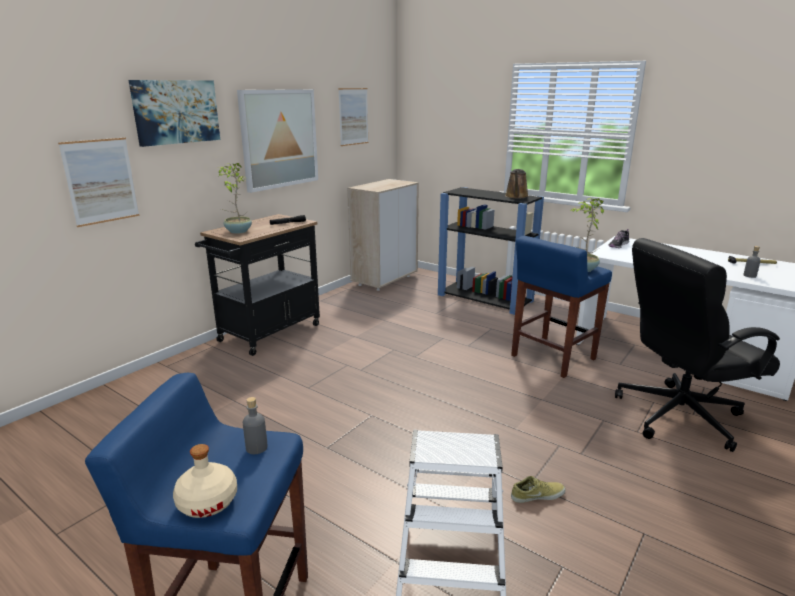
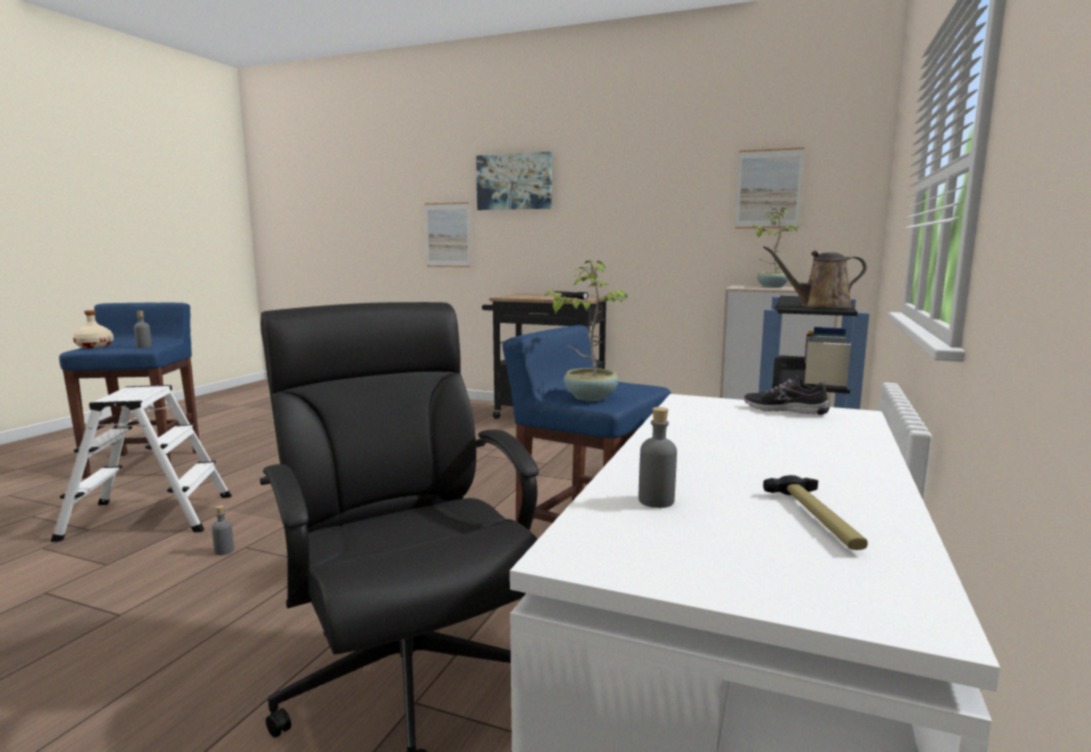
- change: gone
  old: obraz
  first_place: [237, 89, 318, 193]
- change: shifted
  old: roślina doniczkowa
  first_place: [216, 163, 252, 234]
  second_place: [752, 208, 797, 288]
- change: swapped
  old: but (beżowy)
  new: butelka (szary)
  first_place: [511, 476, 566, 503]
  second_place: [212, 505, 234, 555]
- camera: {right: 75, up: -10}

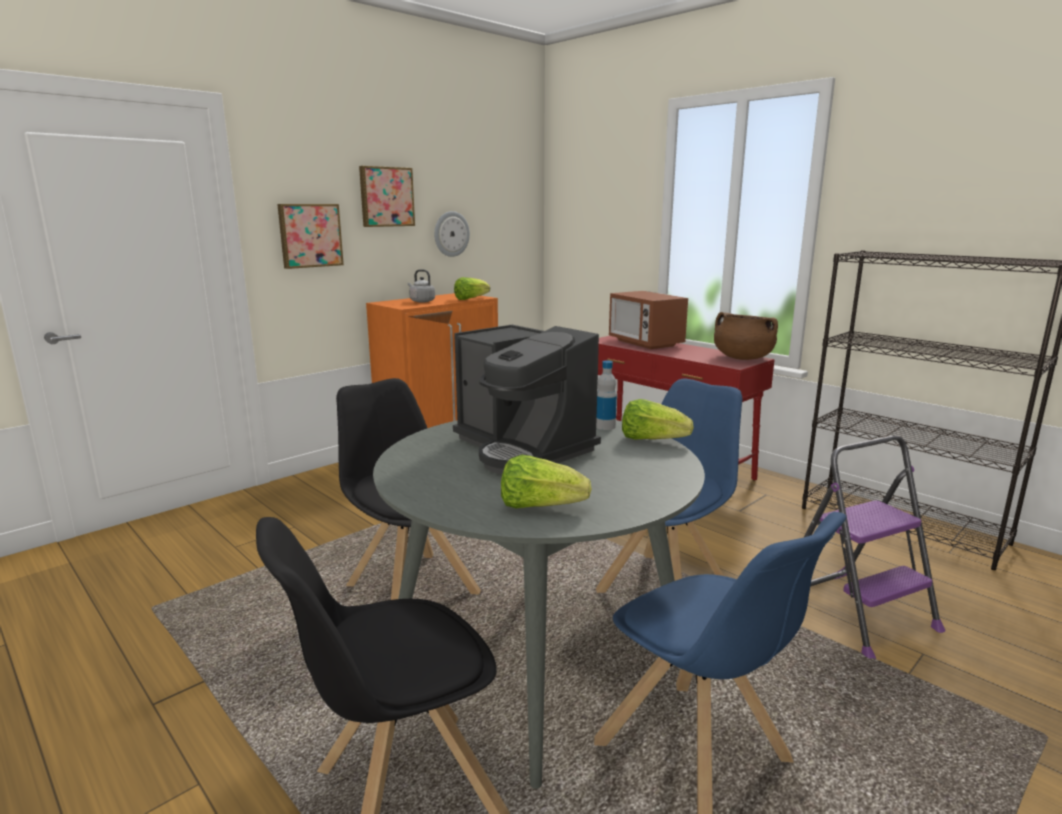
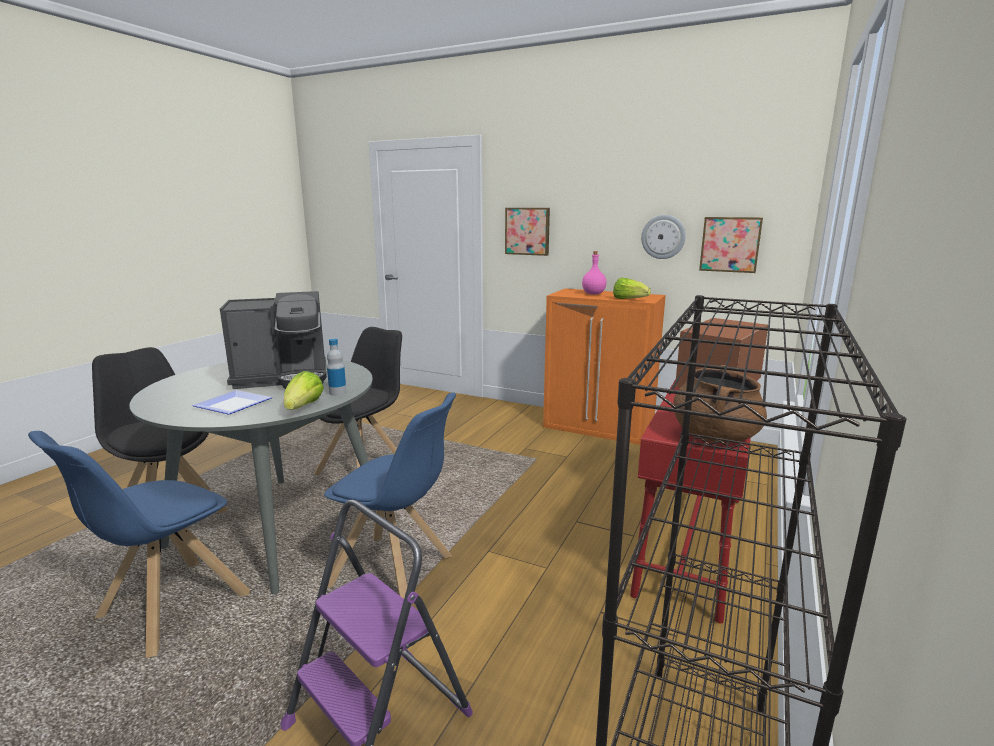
- change: shifted
  old: obraz
  first_place: [359, 166, 415, 227]
  second_place: [699, 217, 763, 273]
- change: swapped
  old: czajnik (szary)
  new: butelka (różowy)
  first_place: [408, 269, 435, 302]
  second_place: [582, 251, 606, 295]
- change: rotated
  old: ekspres do kawy
  first_place: [453, 325, 601, 474]
  second_place: [220, 291, 327, 389]
  degrees: -135
- change: gone
  old: sałata
  first_place: [501, 455, 592, 508]
- change: new
  new: talerz
  second_place: [192, 390, 272, 415]
- camera: {right: 70, up: 0}

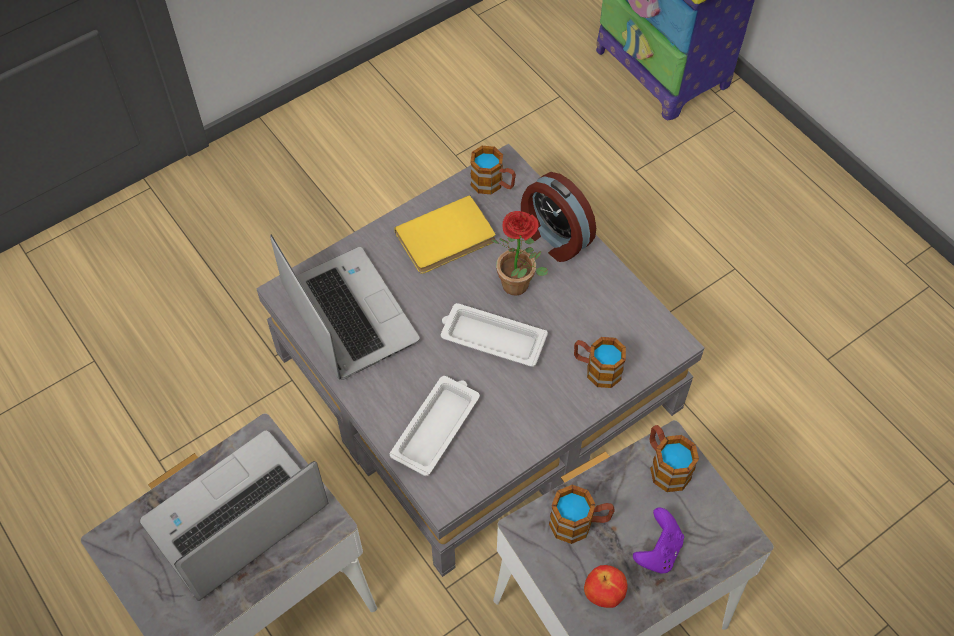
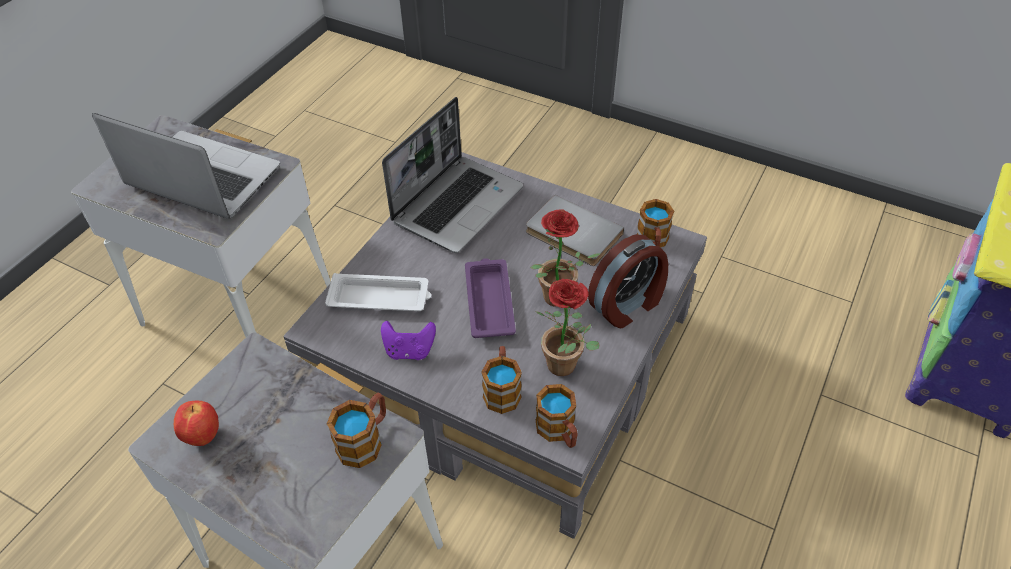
- change: rotated
  old: budzik
  first_place: [521, 172, 596, 262]
  second_place: [588, 235, 668, 329]
  degrees: -150
- change: repainted
  old: książka (żółty)
  new: książka (szary)
  first_place: [394, 195, 495, 274]
  second_place: [526, 195, 624, 266]
- change: repainted
  old: taca (biały)
  new: taca (fioletowy)
  first_place: [441, 303, 548, 367]
  second_place: [465, 258, 516, 338]
- change: shifted
  old: kubek
  first_place: [549, 485, 615, 544]
  second_place: [536, 384, 578, 448]
- change: shifted
  old: pad do gier (fioletowy)
  first_place: [633, 507, 684, 573]
  second_place: [381, 321, 436, 360]
- change: new
  new: roślina doniczkowa
  second_place: [536, 279, 599, 376]
- camera: {right: 65, up: -10}

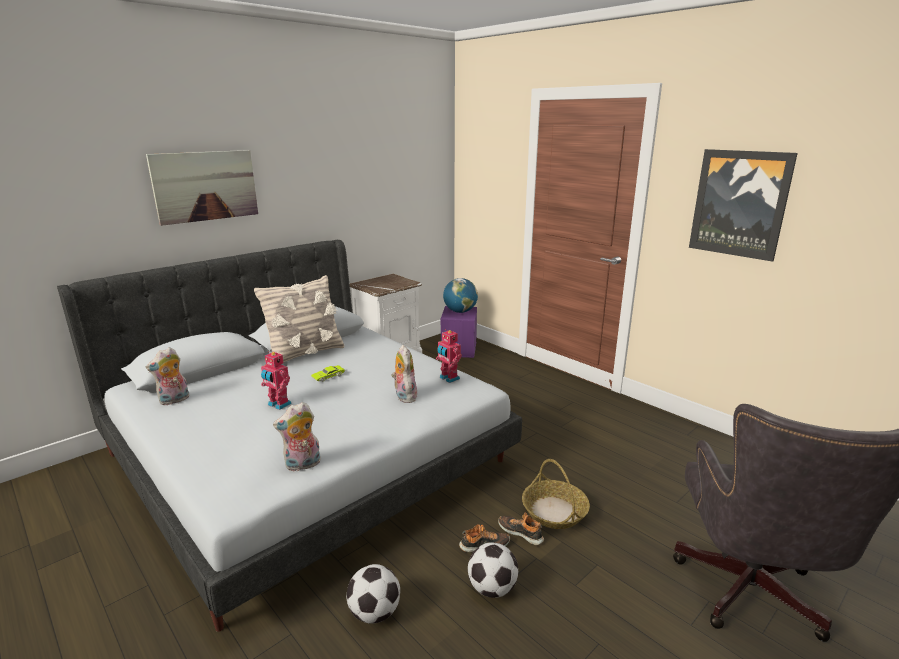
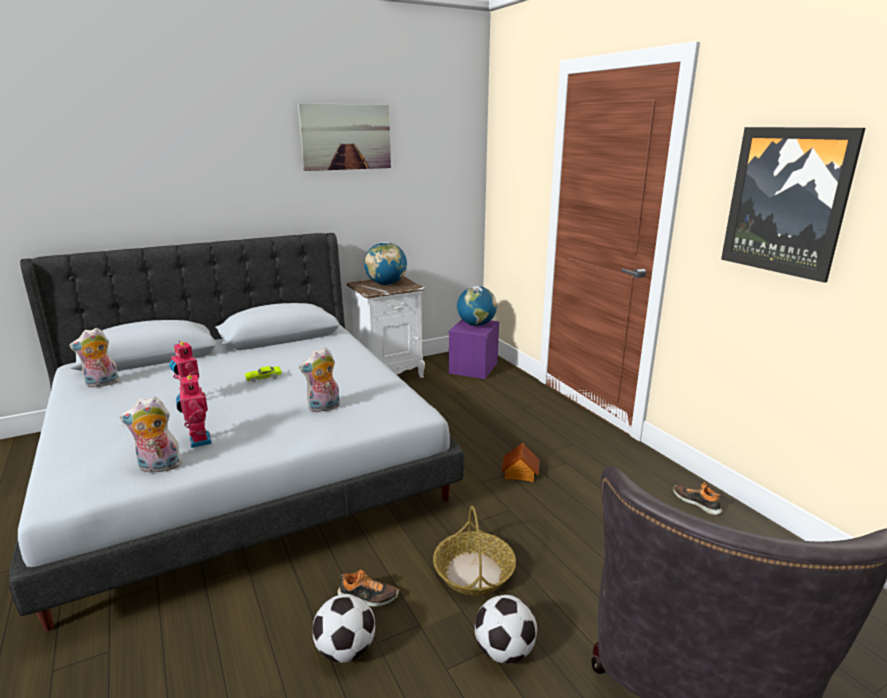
- change: shifted
  old: obraz
  first_place: [146, 150, 258, 226]
  second_place: [298, 103, 391, 171]
- change: gone
  old: poduszka (beżowy)
  first_place: [254, 275, 344, 362]
- change: shifted
  old: robot zabawkowy
  first_place: [436, 329, 462, 383]
  second_place: [176, 373, 212, 448]
- change: rotated
  old: pluszak
  first_place: [391, 345, 417, 403]
  second_place: [299, 347, 340, 413]
  degrees: -120
- change: shifted
  old: but
  first_place: [498, 512, 544, 545]
  second_place: [673, 482, 722, 515]
- change: shifted
  old: piłka futbolowa
  first_place: [347, 564, 400, 624]
  second_place: [475, 595, 537, 663]
- change: new
  new: globus
  second_place: [364, 242, 407, 285]
- change: new
  new: domek
  second_place: [501, 442, 540, 482]
- camera: {right: 15, up: 0}

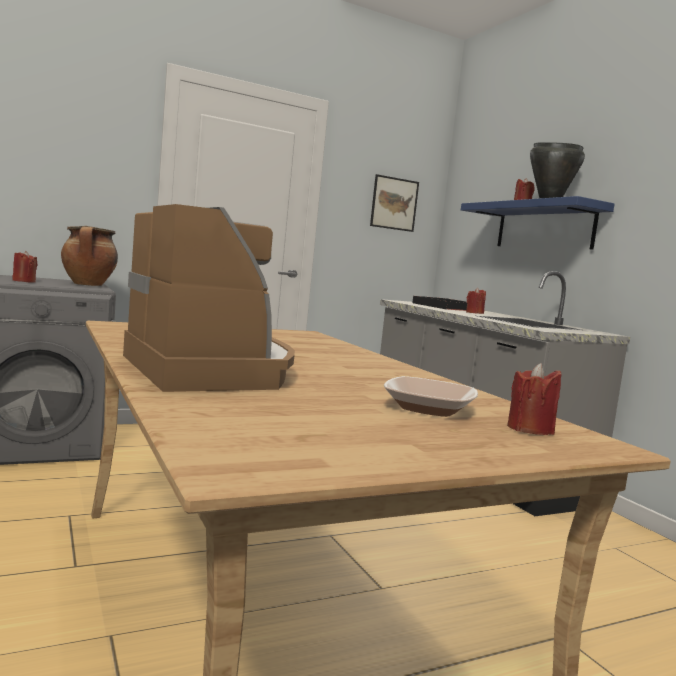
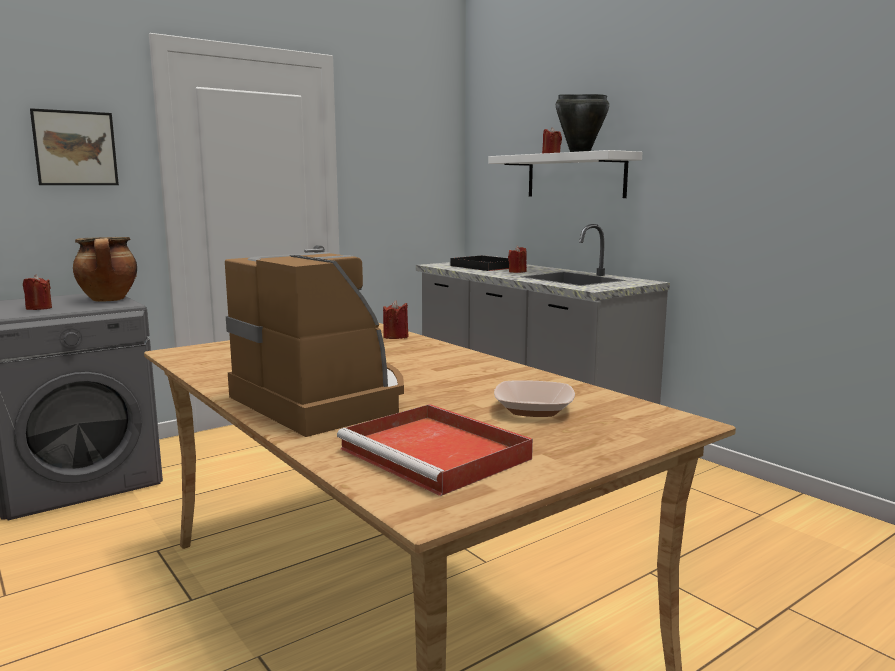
- change: shifted
  old: obraz
  first_place: [370, 174, 419, 232]
  second_place: [30, 108, 119, 185]
- change: repainted
  old: półka (niebieski)
  new: półka (biały)
  first_place: [461, 196, 614, 250]
  second_place: [488, 150, 643, 198]
- change: shifted
  old: świeca (czerwony)
  first_place: [507, 363, 562, 435]
  second_place: [383, 300, 408, 339]
- change: new
  new: taca (czerwony)
  second_place: [337, 404, 533, 496]
- camera: {right: -10, up: 5}

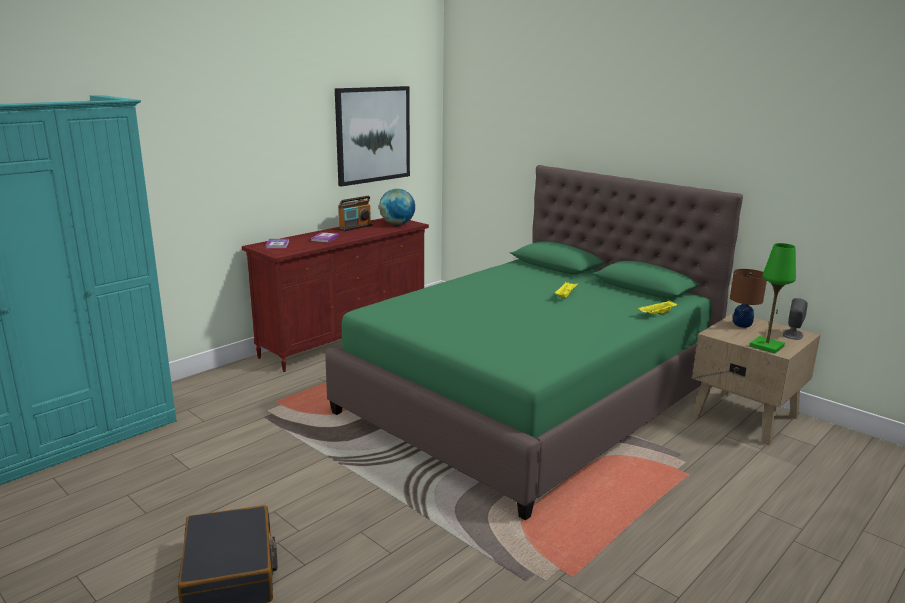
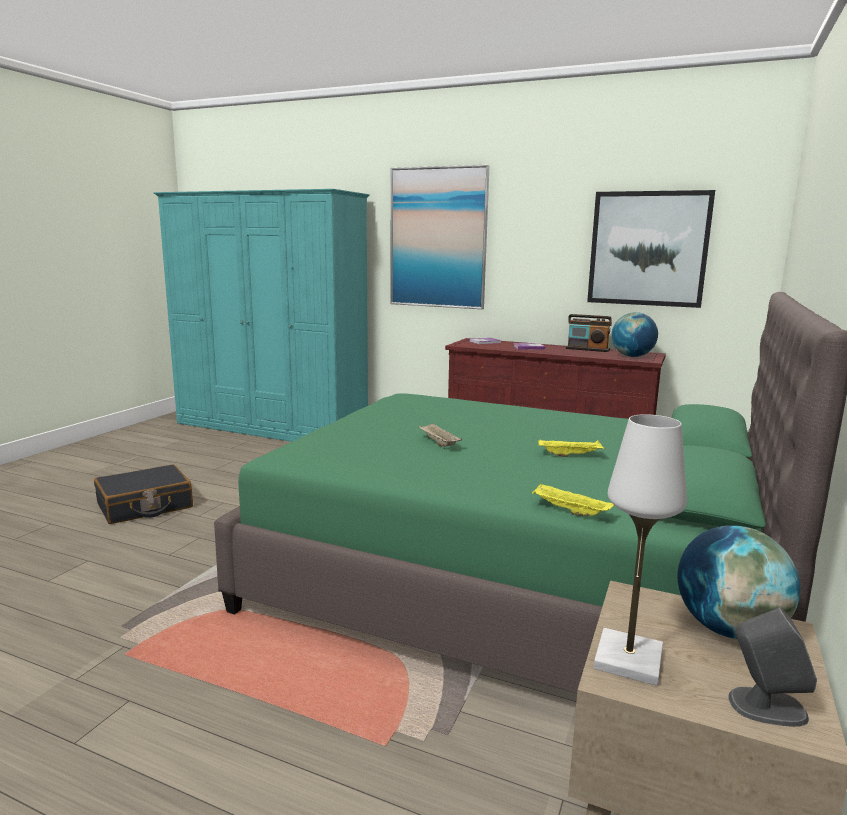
- change: repainted
  old: lampa stołowa (zielony)
  new: lampa stołowa (biały)
  first_place: [749, 243, 796, 354]
  second_place: [594, 414, 687, 686]
- change: swapped
  old: lampa stołowa (brązowy)
  new: globus
  first_place: [730, 269, 767, 328]
  second_place: [677, 525, 800, 639]
- change: new
  new: obraz
  second_place: [390, 165, 490, 309]
- change: new
  new: taca (beżowy)
  second_place: [418, 423, 462, 447]
- camera: {right: 70, up: -5}

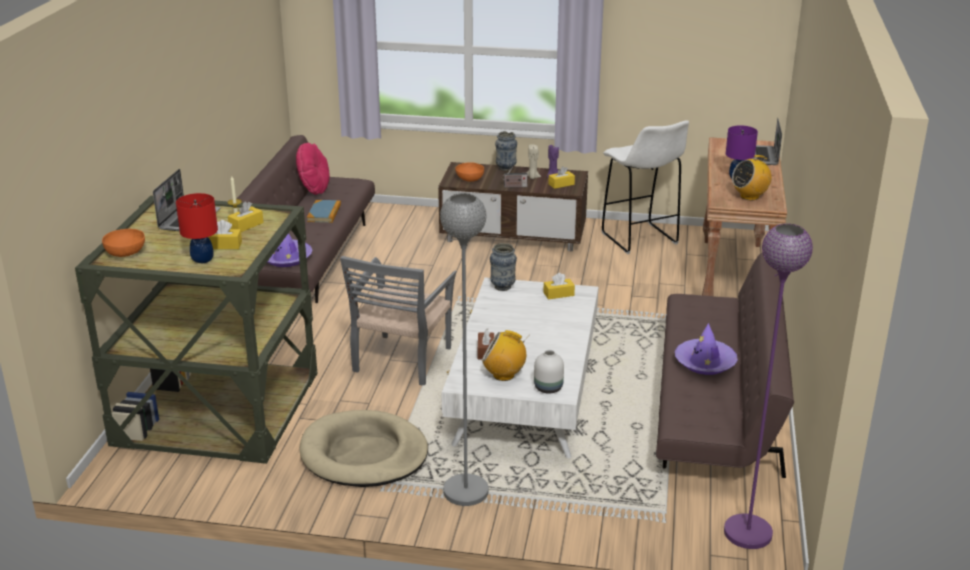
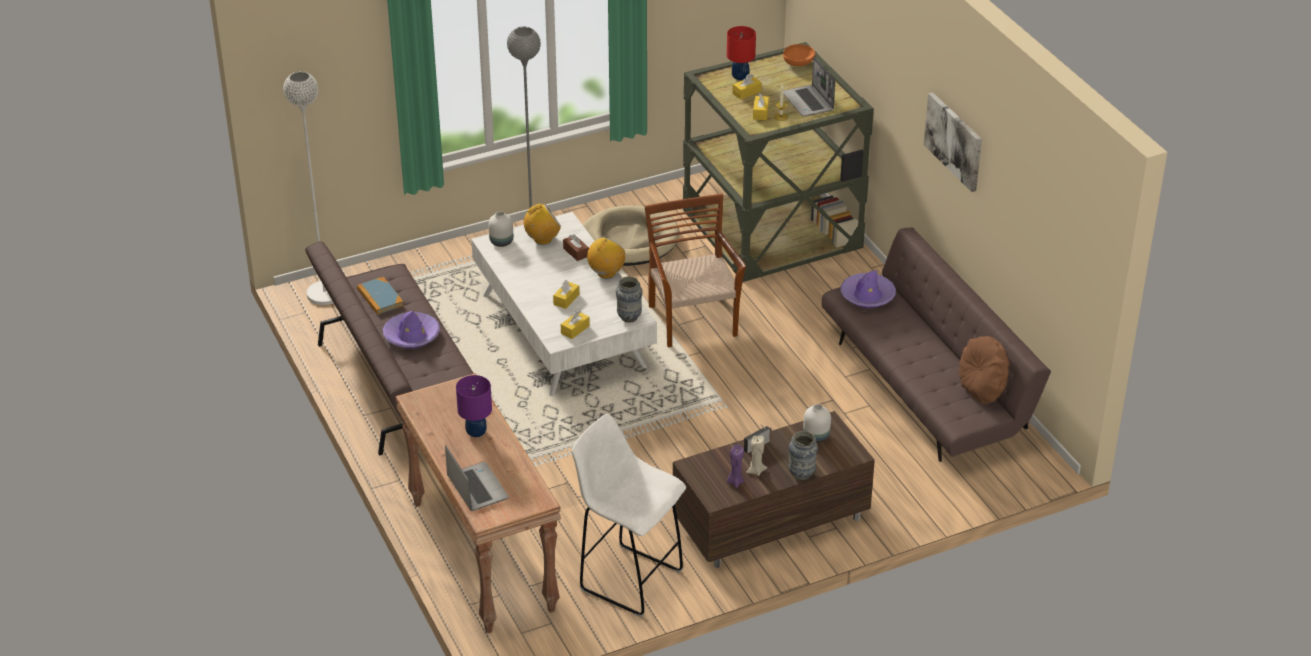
- change: repainted
  old: poduszka (różowy)
  new: poduszka (brązowy)
  first_place: [296, 143, 330, 195]
  second_place: [958, 336, 1010, 404]
- change: shifted
  old: radio
  first_place: [732, 155, 772, 200]
  second_place: [587, 237, 625, 279]
- change: swapped
  old: miska (pomarańczowy)
  new: wazon (biały)
  first_place: [455, 162, 484, 182]
  second_place: [803, 404, 831, 443]
- change: shifted
  old: pudełko chusteczek (żółty)
  first_place: [548, 166, 575, 189]
  second_place: [553, 280, 579, 309]
- change: shifted
  old: książka
  first_place: [307, 200, 341, 223]
  second_place: [357, 277, 404, 315]
- change: repainted
  old: lampa stojąca (fioletowy)
  new: lampa stojąca (biały)
  first_place: [724, 223, 813, 549]
  second_place: [283, 71, 333, 305]
- change: repainted
  old: fotel (szary)
  new: fotel (brązowy)
  first_place: [340, 256, 456, 385]
  second_place: [645, 194, 746, 347]
- change: new
  new: obraz
  second_place: [924, 92, 982, 192]
- camera: {right: 145, up: 10}

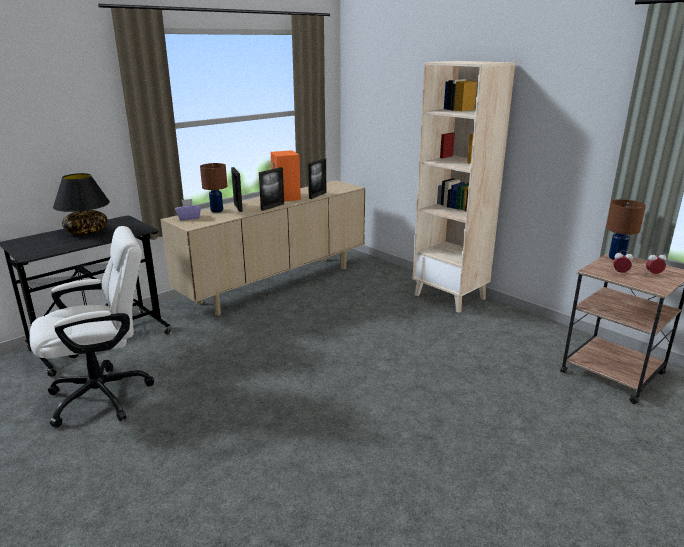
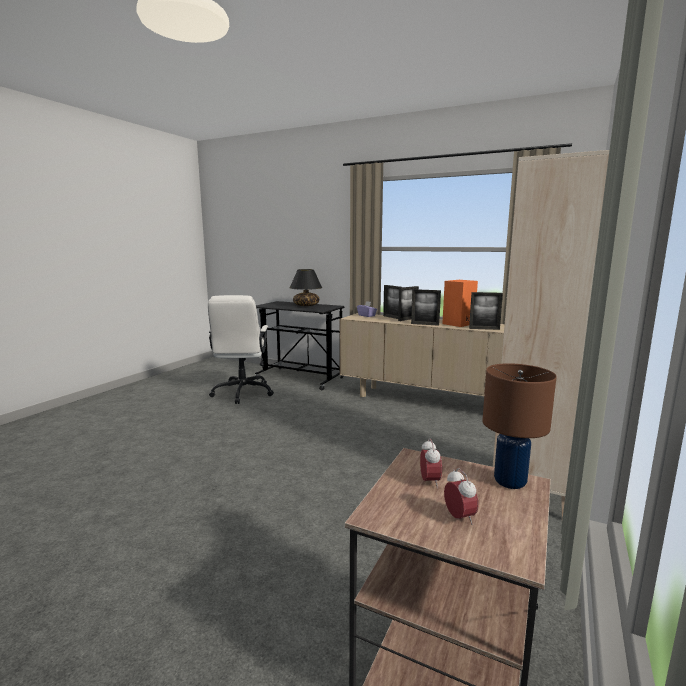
- change: swapped
  old: lampa stołowa (brązowy)
  new: ramka na zdjęcie
  first_place: [200, 163, 227, 213]
  second_place: [383, 285, 402, 319]
- change: rotated
  old: krzesło biurowe (biały)
  first_place: [29, 226, 154, 428]
  second_place: [208, 295, 274, 404]
  degrees: 45
- camera: {right: 70, up: -10}

